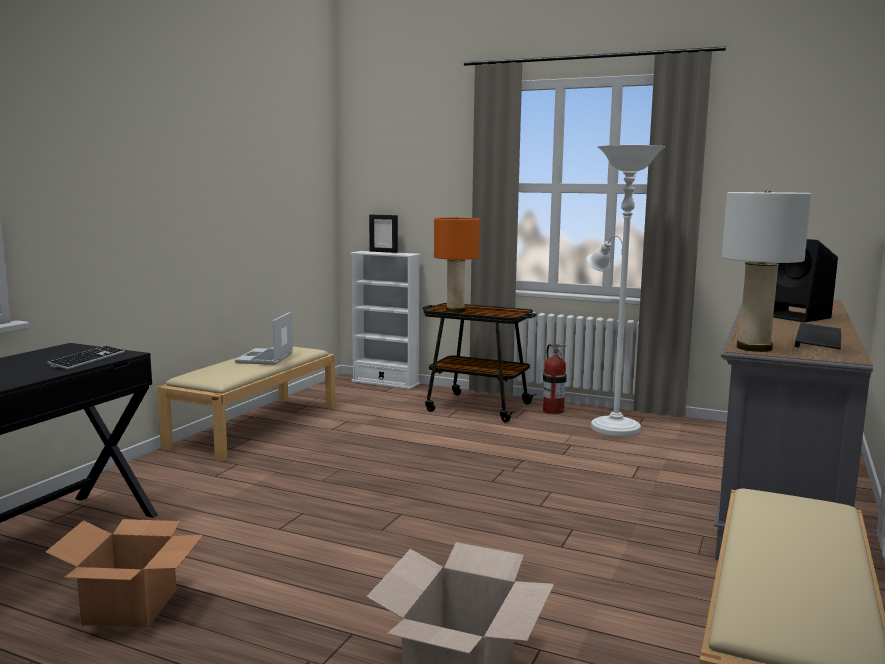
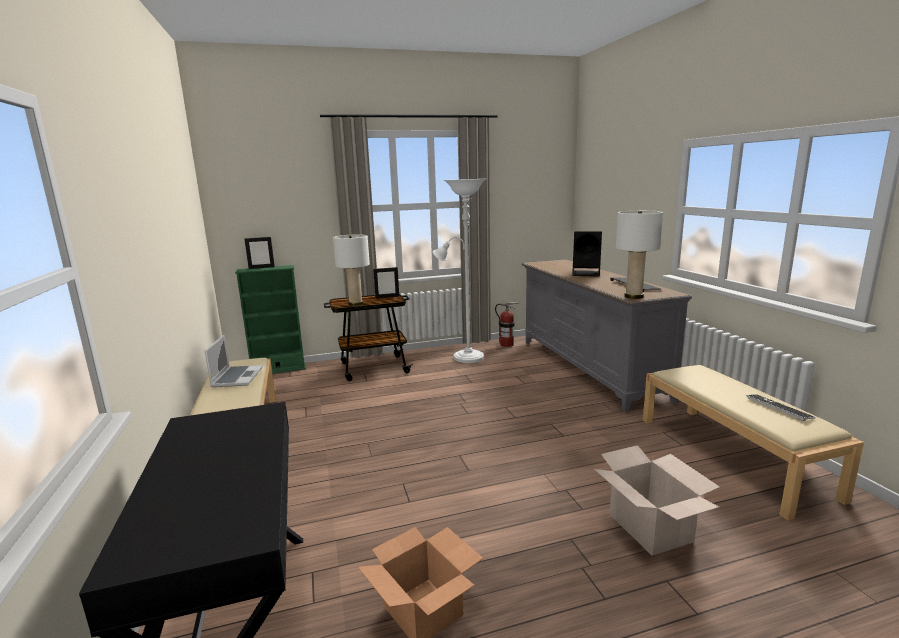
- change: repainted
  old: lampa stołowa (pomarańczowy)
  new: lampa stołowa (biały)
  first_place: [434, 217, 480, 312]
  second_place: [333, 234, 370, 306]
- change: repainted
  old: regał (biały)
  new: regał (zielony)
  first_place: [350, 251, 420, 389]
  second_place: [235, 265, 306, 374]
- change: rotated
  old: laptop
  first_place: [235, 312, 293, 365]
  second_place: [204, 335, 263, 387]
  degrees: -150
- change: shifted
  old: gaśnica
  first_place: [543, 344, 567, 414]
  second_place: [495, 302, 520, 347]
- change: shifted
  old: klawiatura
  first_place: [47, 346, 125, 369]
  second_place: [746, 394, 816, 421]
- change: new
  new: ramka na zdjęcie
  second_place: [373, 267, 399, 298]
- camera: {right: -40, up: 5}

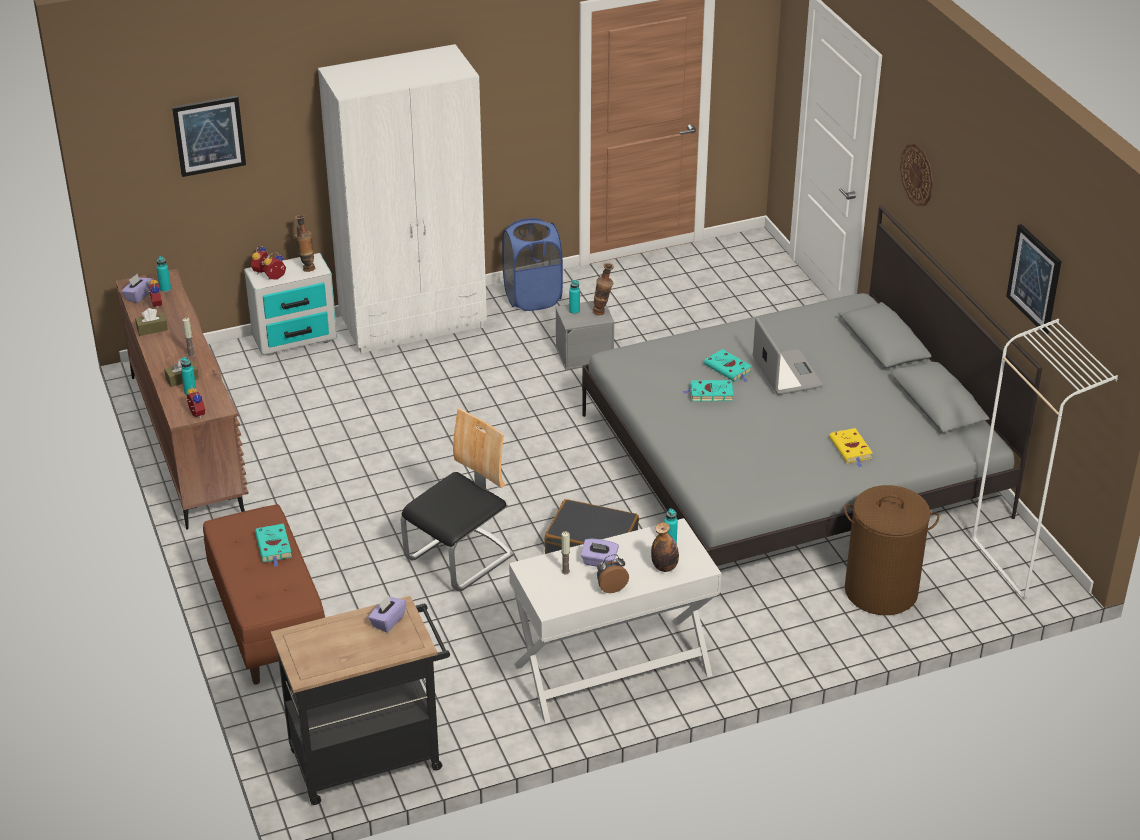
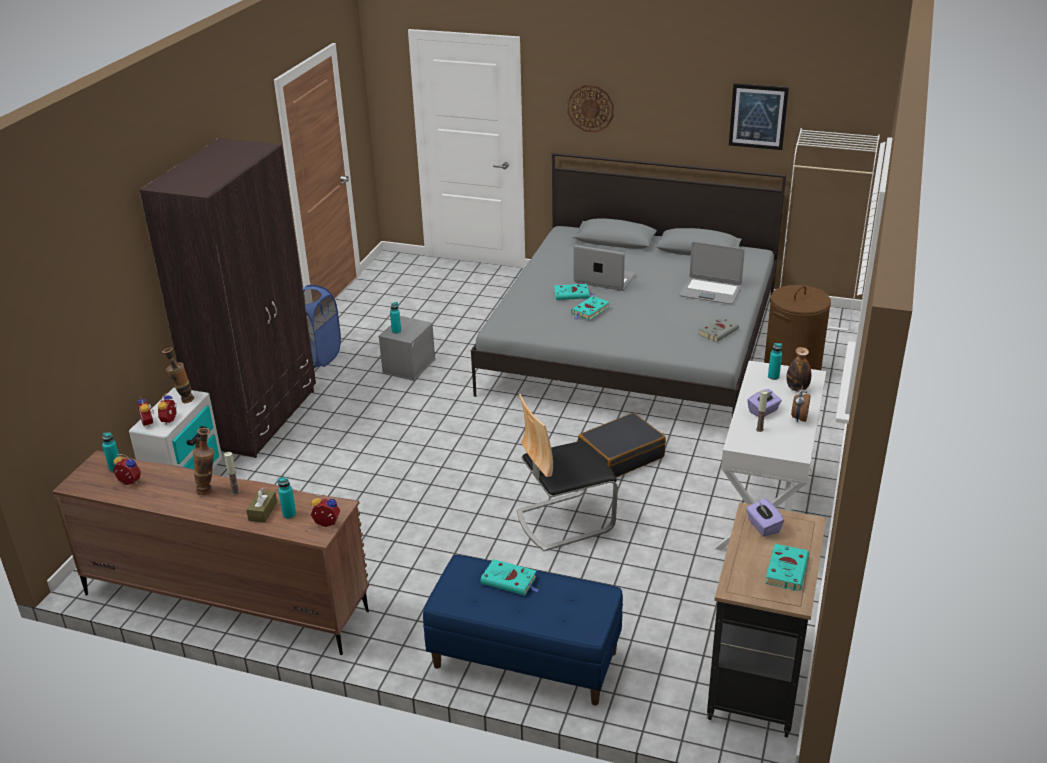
- change: repainted
  old: szafa (biały)
  new: szafa (brązowy)
  first_place: [318, 44, 487, 354]
  second_place: [139, 138, 316, 458]
- change: gone
  old: obraz
  first_place: [172, 95, 246, 177]
- change: shifted
  old: wazon
  first_place: [592, 263, 614, 315]
  second_place: [193, 428, 214, 495]
- change: gone
  old: pudełko chusteczek (fioletowy)
  first_place: [121, 274, 152, 303]
- change: gone
  old: pudełko chusteczek (brązowy)
  first_place: [135, 308, 168, 336]
- change: rotated
  old: krzesło
  first_place: [401, 408, 514, 591]
  second_place: [517, 394, 618, 551]
  degrees: -105
- change: swapped
  old: książka (żółty)
  new: laptop
  first_place: [829, 428, 873, 467]
  second_place: [680, 242, 745, 304]
- change: repainted
  old: ławka (brązowy)
  new: ławka (niebieski)
  first_place: [203, 504, 325, 685]
  second_place: [423, 555, 623, 705]
- change: new
  new: książka (szary)
  second_place: [698, 317, 739, 342]
- change: new
  new: książka (turkusowy)
  second_place: [765, 544, 809, 591]
- camera: {right: -50, up: -5}

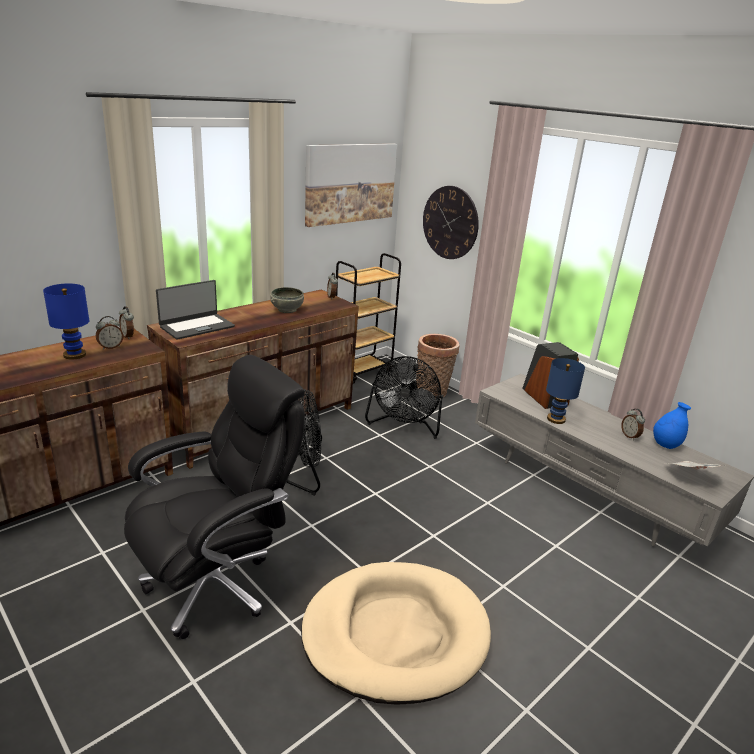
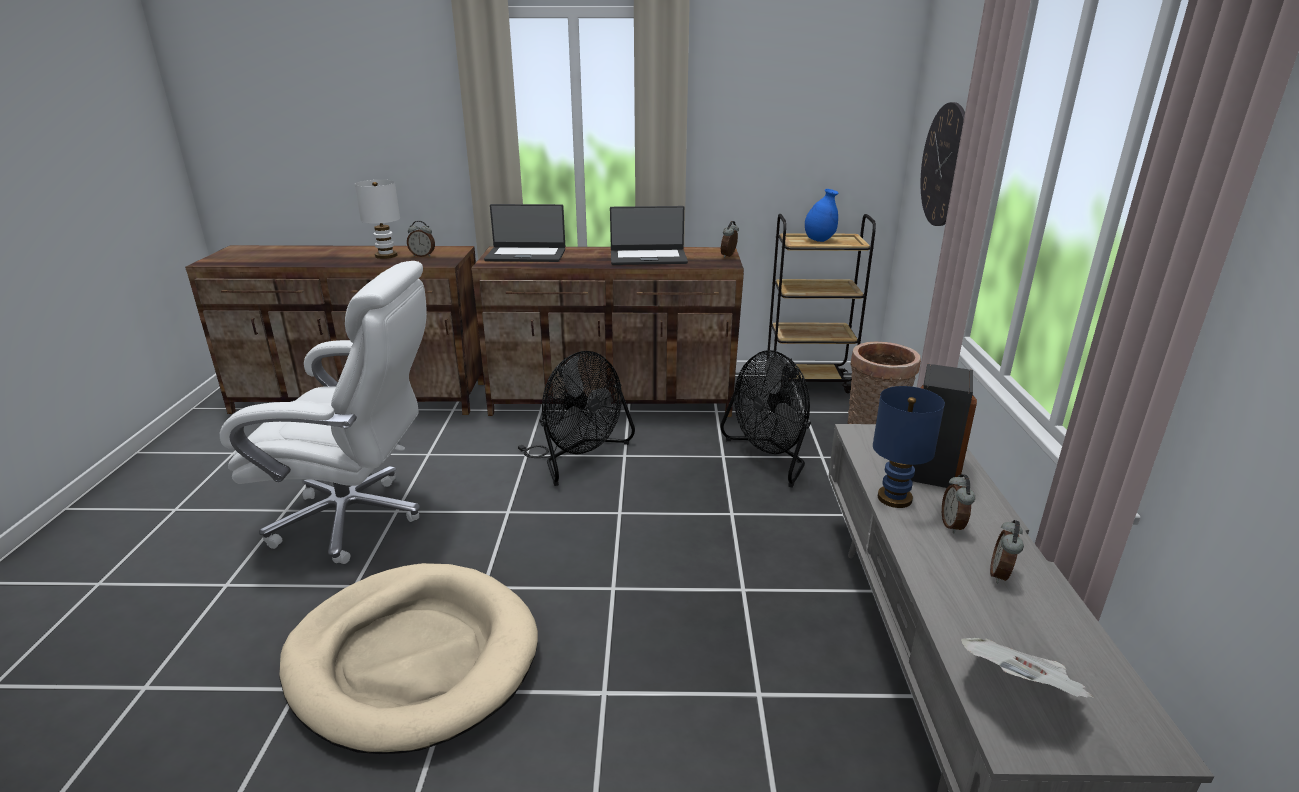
- change: gone
  old: obraz
  first_place: [305, 143, 397, 227]
- change: repainted
  old: lampa stołowa (niebieski)
  new: lampa stołowa (biały)
  first_place: [43, 283, 89, 360]
  second_place: [354, 180, 400, 259]
- change: swapped
  old: miska (szary)
  new: laptop
  first_place: [270, 287, 304, 313]
  second_place: [610, 206, 688, 265]
- change: shifted
  old: budzik
  first_place: [119, 307, 134, 339]
  second_place: [942, 474, 975, 534]
- change: repainted
  old: krzesło biurowe (czarny)
  new: krzesło biurowe (biały)
  first_place: [124, 355, 305, 639]
  second_place: [220, 261, 427, 564]
- change: shifted
  old: wazon (niebieski)
  first_place: [653, 402, 691, 449]
  second_place: [805, 189, 838, 242]
- camera: {right: 45, up: 0}

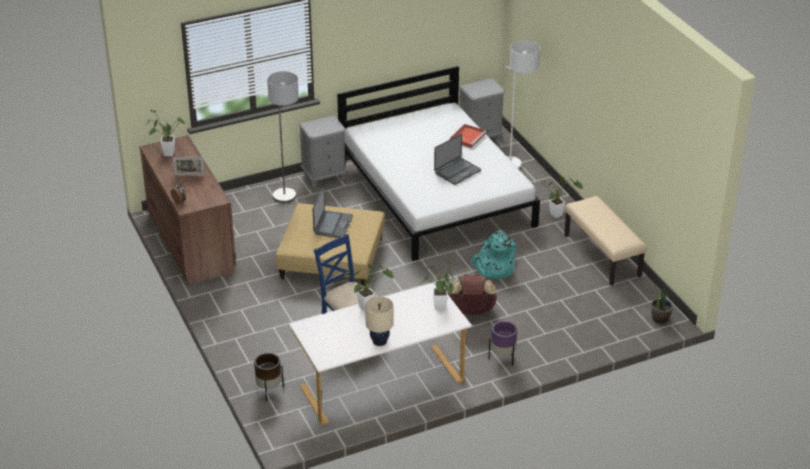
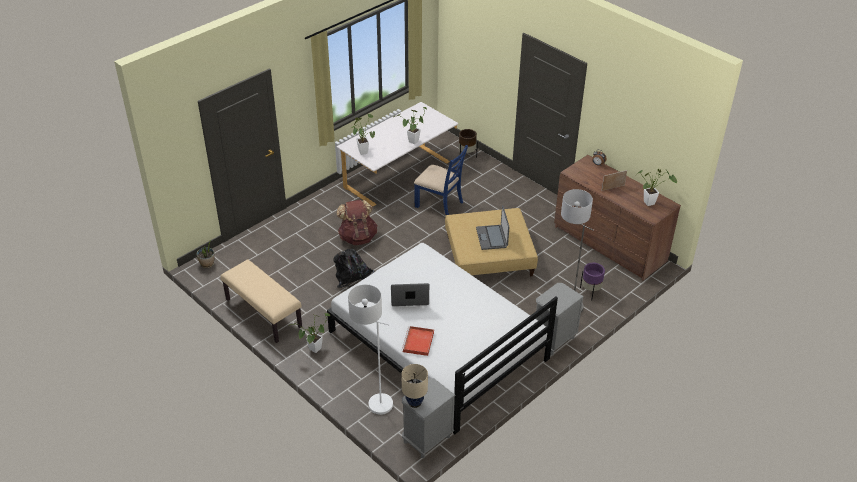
- change: rotated
  old: laptop
  first_place: [434, 134, 481, 185]
  second_place: [391, 283, 429, 306]
  degrees: 60
- change: repainted
  old: plecak (turkusowy)
  new: plecak (czarny)
  first_place: [470, 230, 517, 279]
  second_place: [333, 249, 375, 288]
- change: shifted
  old: lampa stołowa (beżowy)
  first_place: [365, 296, 394, 346]
  second_place: [401, 364, 428, 408]
- change: shifted
  old: donica (fioletowy)
  first_place: [489, 321, 517, 366]
  second_place: [580, 263, 605, 301]
- camera: {right: 160, up: 5}

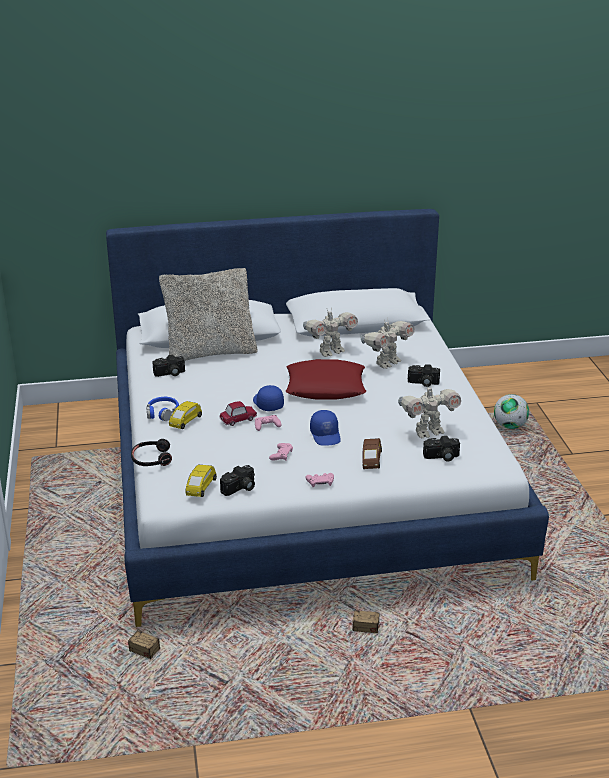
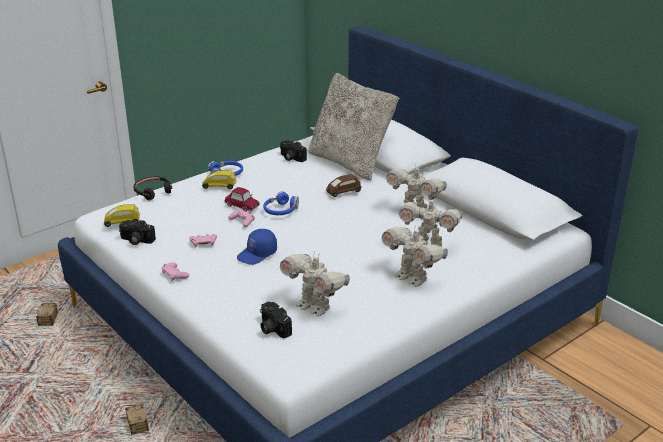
- change: gone
  old: poduszka (czerwony)
  first_place: [286, 359, 366, 400]
- change: swapped
  old: aparat fotograficzny
  new: robot zabawkowy
  first_place: [408, 364, 440, 387]
  second_place: [382, 224, 448, 287]
- change: swapped
  old: czapka z daszkiem (niebieski)
  new: słuchawki (niebieski)
  first_place: [253, 385, 284, 411]
  second_place: [263, 191, 299, 215]
- change: gone
  old: piłka futbolowa
  first_place: [494, 394, 529, 429]
- change: shifted
  old: samochodzik (brązowy)
  first_place: [362, 438, 382, 469]
  second_place: [326, 174, 361, 197]
- camera: {right: 60, up: 0}

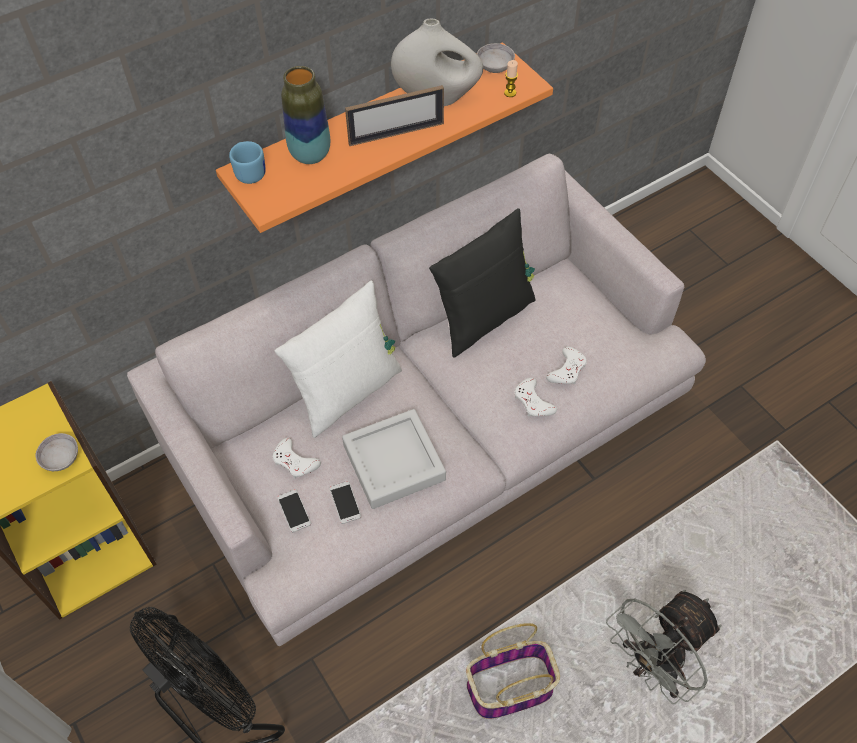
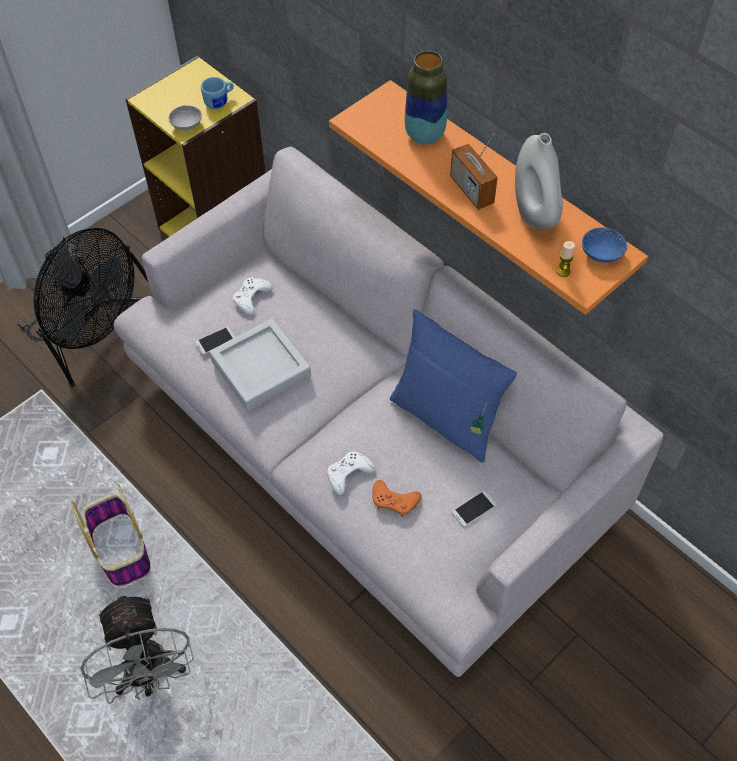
- change: repainted
  old: miska (szary)
  new: miska (niebieski)
  first_place: [477, 43, 515, 73]
  second_place: [582, 228, 627, 263]
- change: swapped
  old: ramka na zdjęcie
  new: radio
  first_place: [345, 85, 444, 146]
  second_place: [450, 134, 498, 210]
- change: shifted
  old: kubek (niebieski)
  first_place: [229, 141, 266, 184]
  second_place: [201, 77, 234, 109]
- change: repainted
  old: poduszka (czarny)
  new: poduszka (niebieski)
  first_place: [429, 208, 536, 357]
  second_place: [390, 309, 517, 463]
- change: gone
  old: poduszka (biały)
  first_place: [274, 280, 402, 438]
- change: repainted
  old: pad do gier (biały)
  new: pad do gier (pomarańczowy)
  first_place: [546, 347, 587, 384]
  second_place: [372, 480, 422, 517]
- change: shifted
  old: telefon
  first_place: [277, 489, 311, 533]
  second_place: [452, 490, 497, 527]
- change: rotated
  old: wentylator (szary)
  first_place: [606, 590, 721, 704]
  second_place: [80, 594, 194, 704]
  degrees: -150
- camera: {right: 80, up: 0}

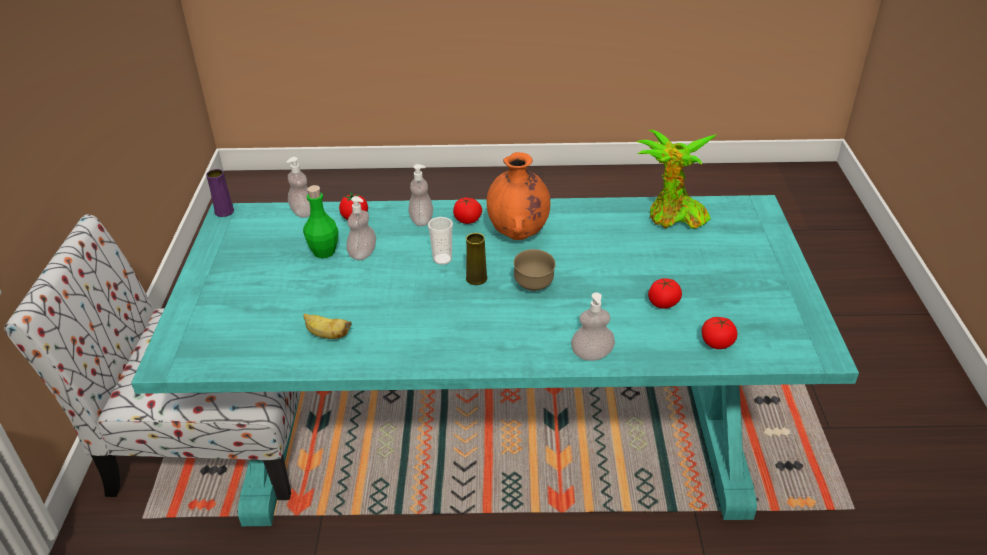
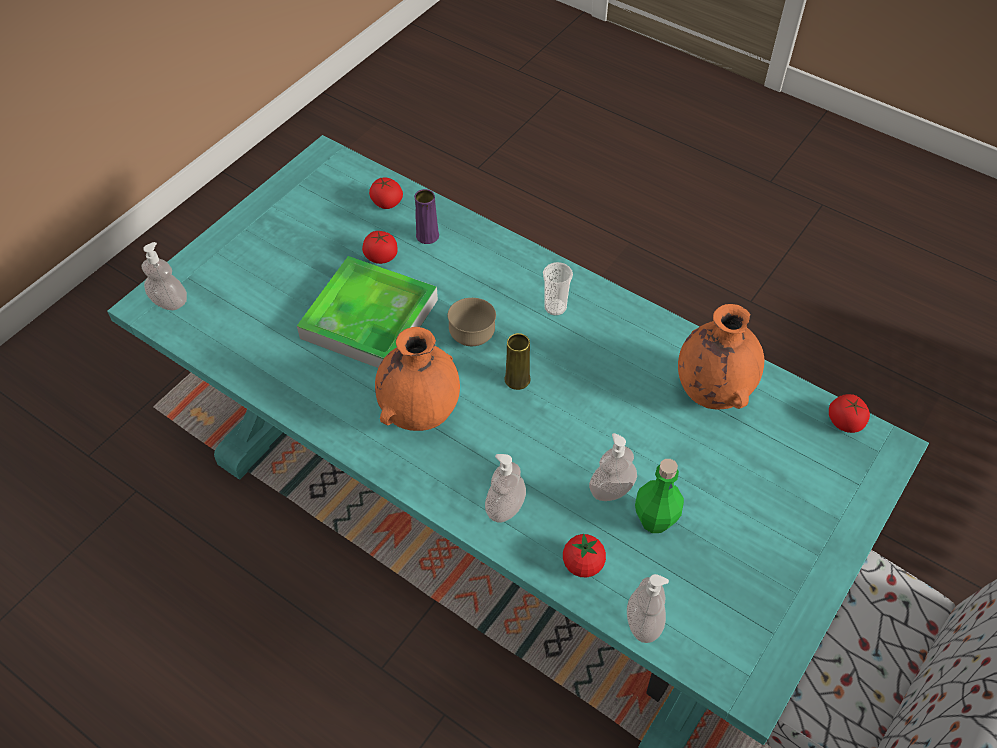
- change: gone
  old: roślina doniczkowa
  first_place: [637, 130, 717, 229]
- change: shifted
  old: wazon (fioletowy)
  first_place: [206, 169, 234, 217]
  second_place: [414, 189, 439, 244]
- change: shifted
  old: pomidor
  first_place: [453, 198, 482, 224]
  second_place: [829, 394, 870, 433]
- change: shifted
  old: filiżanka
  first_place: [428, 217, 453, 265]
  second_place: [543, 262, 573, 315]
- change: shifted
  old: dozownik mydła
  first_place: [571, 292, 615, 361]
  second_place: [142, 242, 187, 310]
- change: swapped
  old: banan
  new: wazon (pomarańczowy)
  first_place: [304, 314, 352, 339]
  second_place: [678, 304, 764, 410]
- change: new
  new: taca
  second_place: [297, 256, 438, 368]
- camera: {right: -145, up: 15}

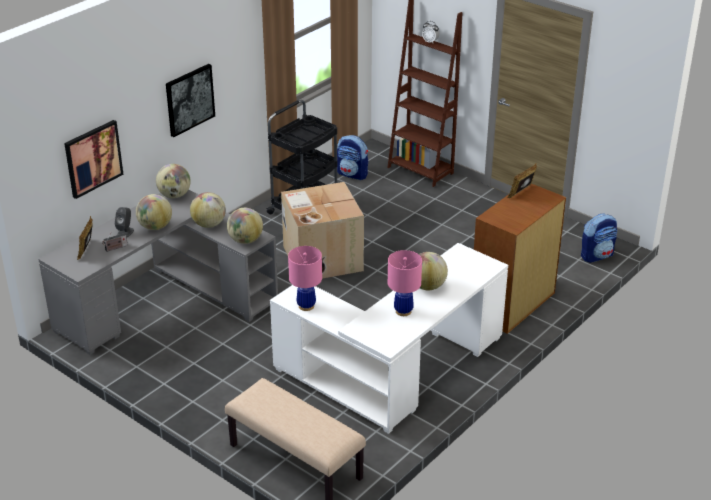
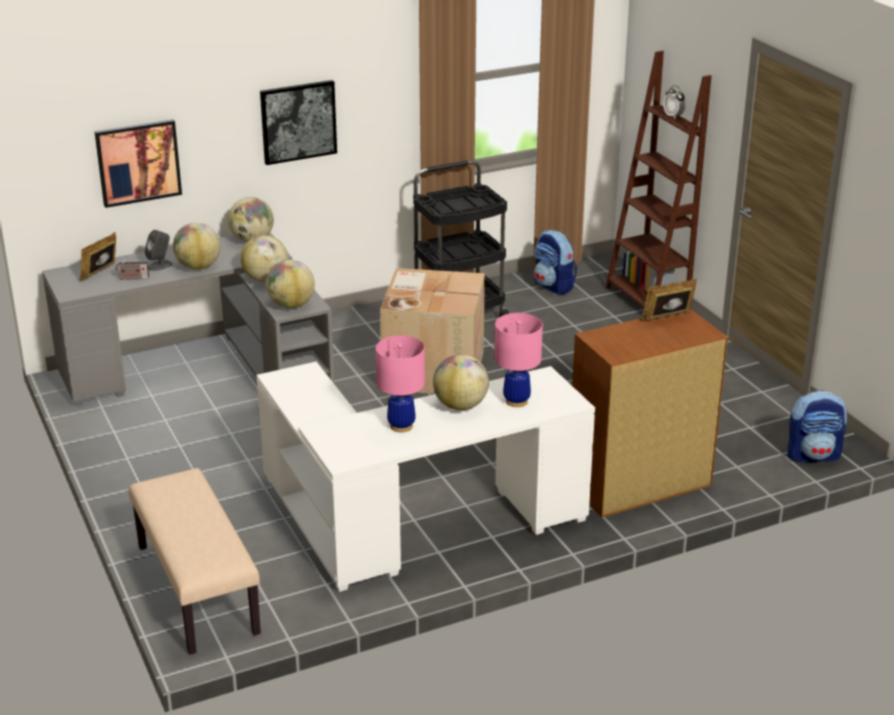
- change: shifted
  old: lampa stołowa (różowy)
  first_place: [288, 246, 322, 311]
  second_place: [494, 313, 543, 407]
- camera: {right: 25, up: -5}

